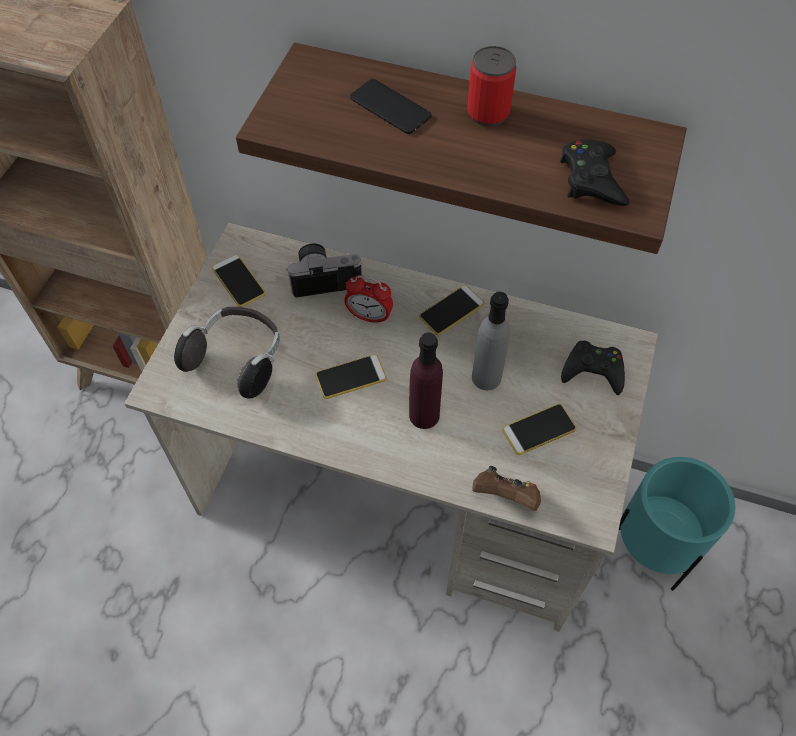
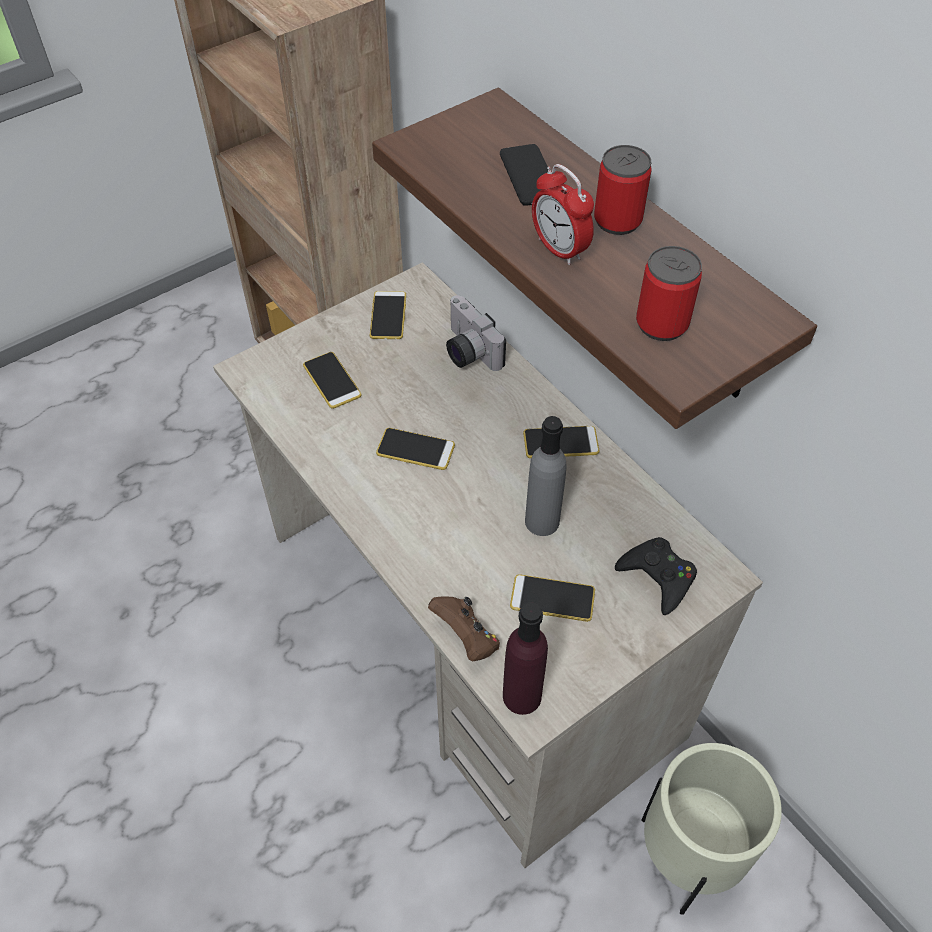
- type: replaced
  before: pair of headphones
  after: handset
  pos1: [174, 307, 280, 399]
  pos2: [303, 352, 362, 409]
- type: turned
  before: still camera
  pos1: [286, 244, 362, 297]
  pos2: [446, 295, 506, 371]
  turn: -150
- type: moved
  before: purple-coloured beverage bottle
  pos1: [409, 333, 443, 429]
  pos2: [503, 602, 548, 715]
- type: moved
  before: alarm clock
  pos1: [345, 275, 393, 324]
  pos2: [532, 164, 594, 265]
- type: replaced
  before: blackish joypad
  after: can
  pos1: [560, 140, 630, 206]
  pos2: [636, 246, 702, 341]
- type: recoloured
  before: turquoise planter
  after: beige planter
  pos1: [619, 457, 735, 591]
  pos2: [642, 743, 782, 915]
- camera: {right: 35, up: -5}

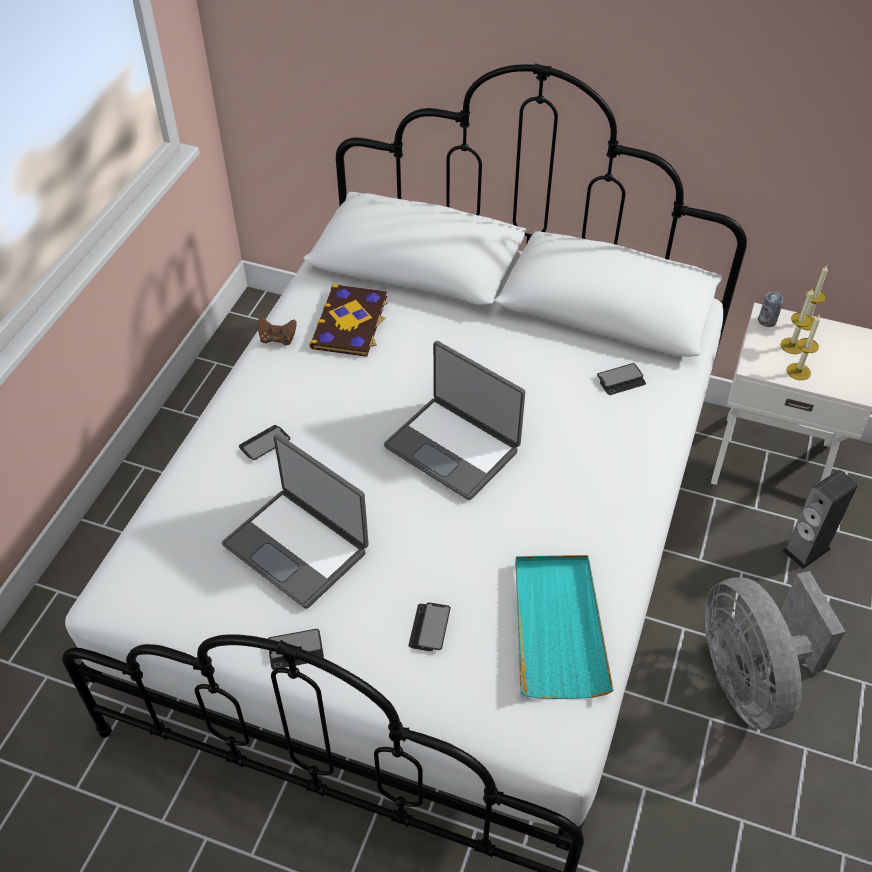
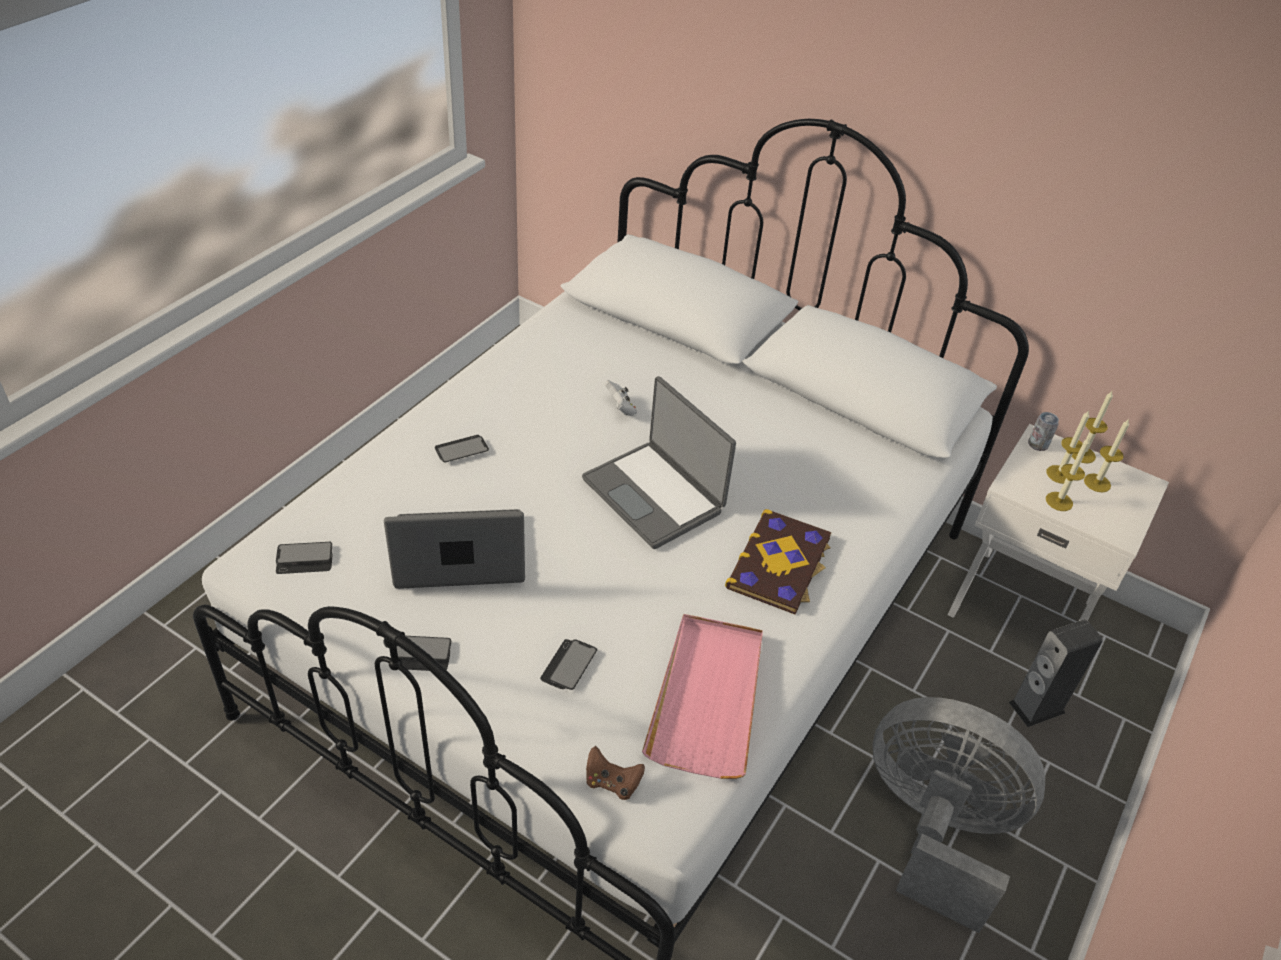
- type: moved
  before: handset
  pos1: [597, 363, 646, 395]
  pos2: [276, 542, 333, 574]
- type: turned
  before: notebook computer
  pos1: [222, 434, 369, 609]
  pos2: [384, 509, 525, 589]
  turn: 120
- type: moved
  before: brown joypad
  pos1: [258, 316, 296, 345]
  pos2: [586, 746, 645, 800]
- type: added
  after: white joypad
  pos2: [604, 380, 637, 416]
- type: recoloured
  before: turquoise tray
  after: pinkish tray
  pos1: [515, 555, 613, 699]
  pos2: [642, 614, 763, 779]
- type: moved
  before: bound book
  pos1: [309, 284, 388, 357]
  pos2: [725, 509, 831, 615]
- type: turned
  before: greyish electric fan
  pos1: [705, 571, 846, 730]
  pos2: [873, 697, 1045, 933]
  turn: 120
- type: added
  after: candle
  pos2: [1084, 419, 1129, 492]
- camera: {right: 10, up: -5}

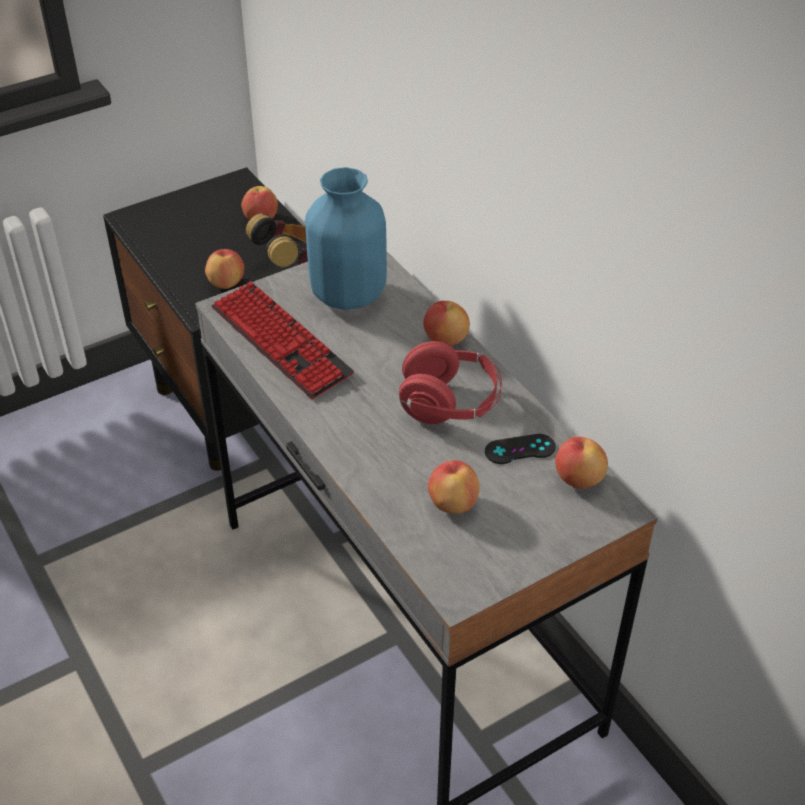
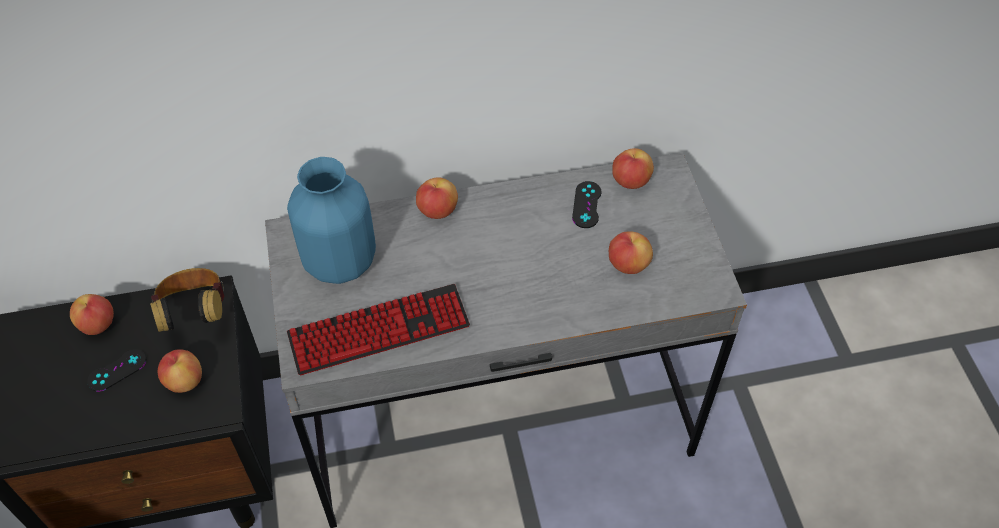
- type: added
  after: blackish joypad
  pos2: [87, 349, 146, 392]
- type: removed
  before: reddish pair of headphones
  pos1: [399, 341, 502, 424]
- camera: {right: -70, up: 10}

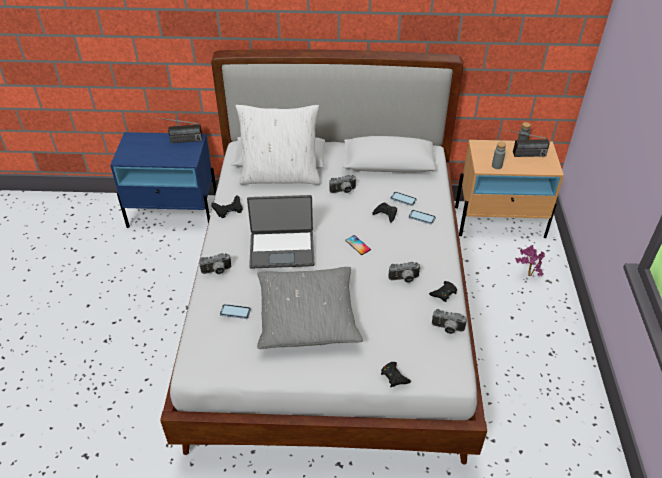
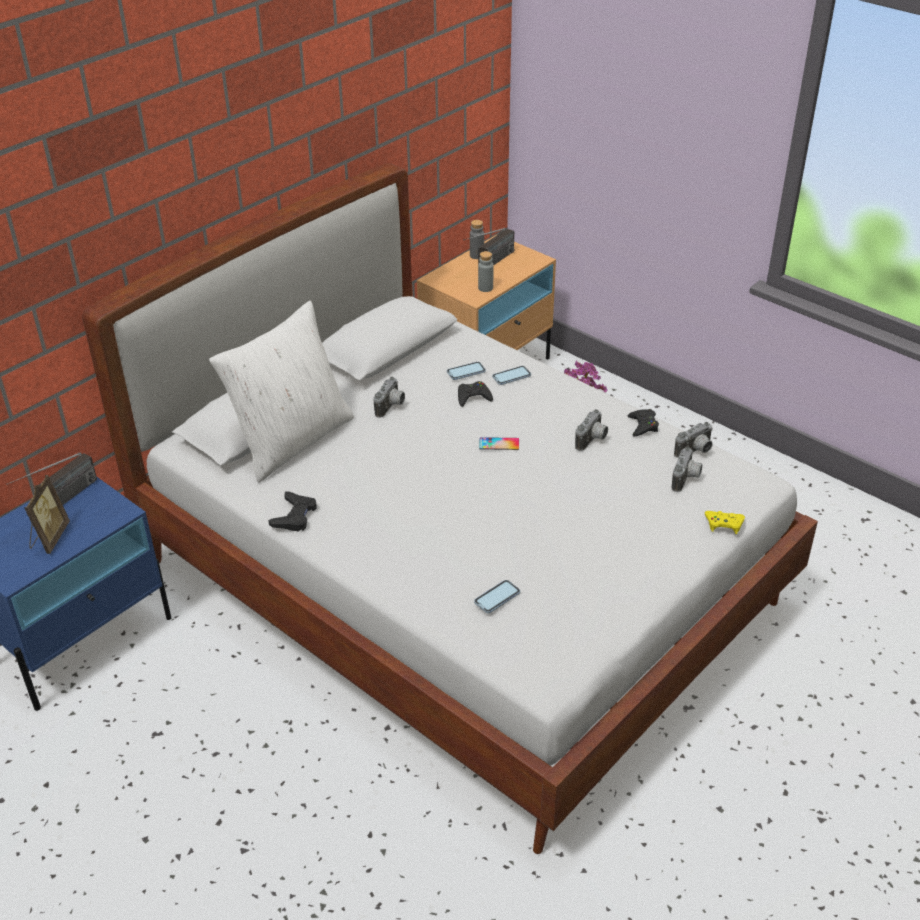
- type: added
  after: photo frame
  pos2: [24, 475, 70, 554]
- type: moved
  before: still camera
  pos1: [199, 253, 231, 274]
  pos2: [672, 447, 702, 492]
- type: recoloured
  before: blackish joypad
  after: yellow joypad
  pos1: [381, 362, 411, 387]
  pos2: [705, 511, 745, 534]
- type: removed
  before: notebook computer
  pos1: [247, 195, 314, 269]
- type: removed
  before: greyish cushion
  pos1: [257, 267, 363, 349]
- camera: {right: -50, up: -5}

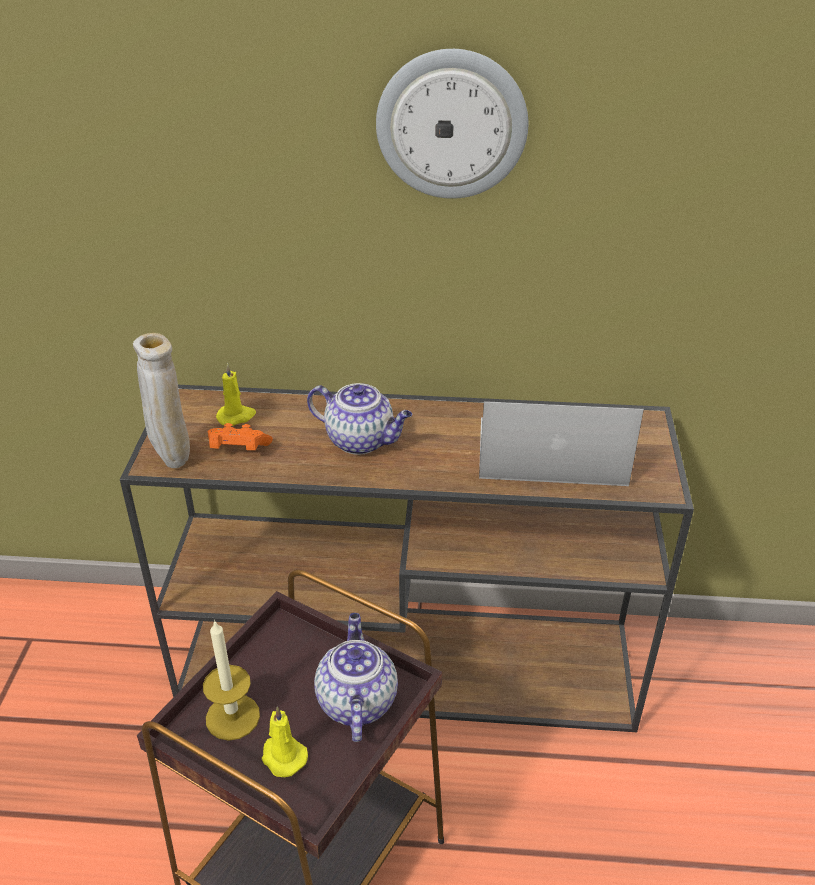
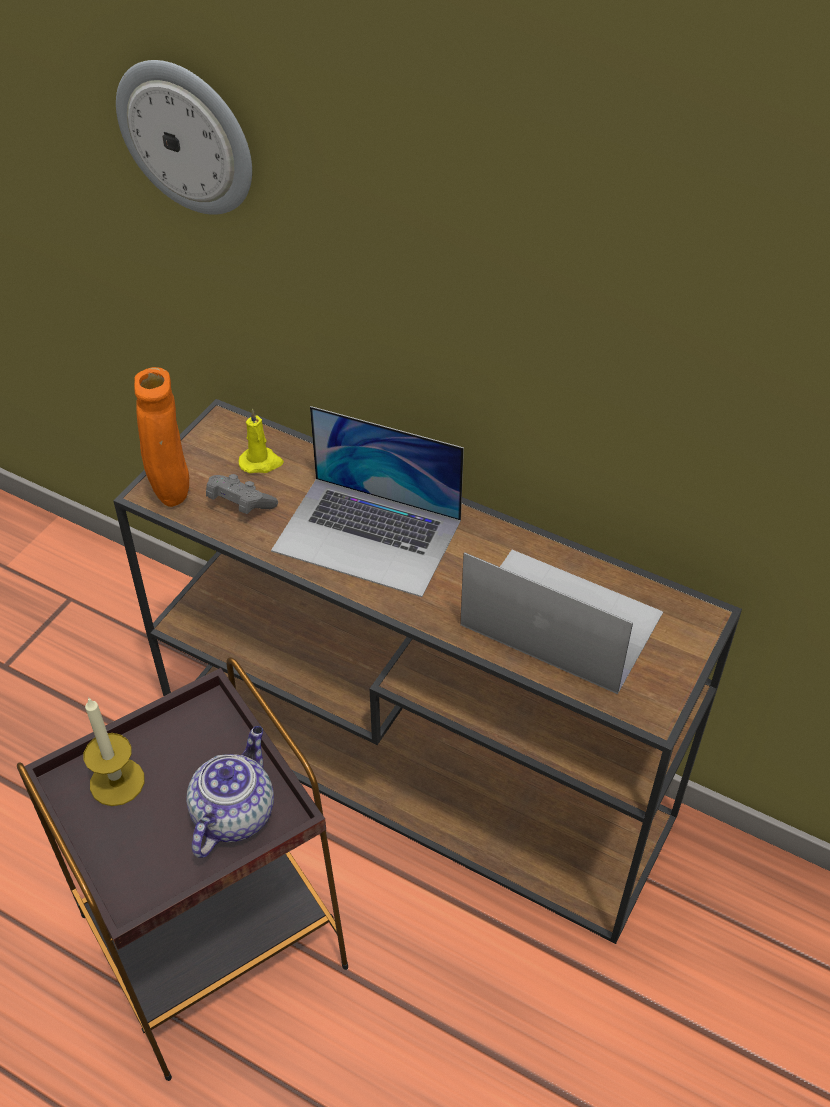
- type: moved
  before: clock on the wall
  pos1: [376, 49, 528, 199]
  pos2: [116, 60, 252, 215]
- type: recoloured
  before: beige flower vase
  after: orange flower vase
  pos1: [133, 333, 190, 468]
  pos2: [134, 367, 189, 507]
- type: recoloured
  before: orange joypad
  after: greyish joypad
  pos1: [207, 423, 273, 450]
  pos2: [206, 474, 278, 514]
- type: replaced
  before: teapot
  after: notebook computer
  pos1: [307, 383, 412, 455]
  pos2: [271, 406, 464, 597]
- type: removed
  before: yellow candle
  pos1: [262, 707, 308, 777]
- camera: {right: 25, up: 10}

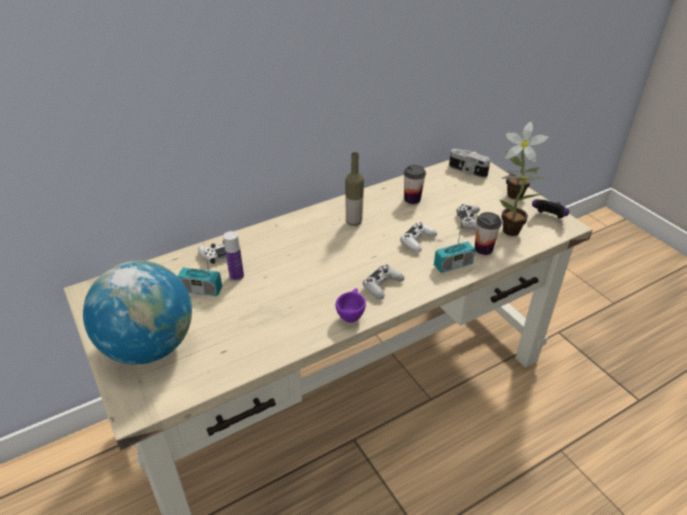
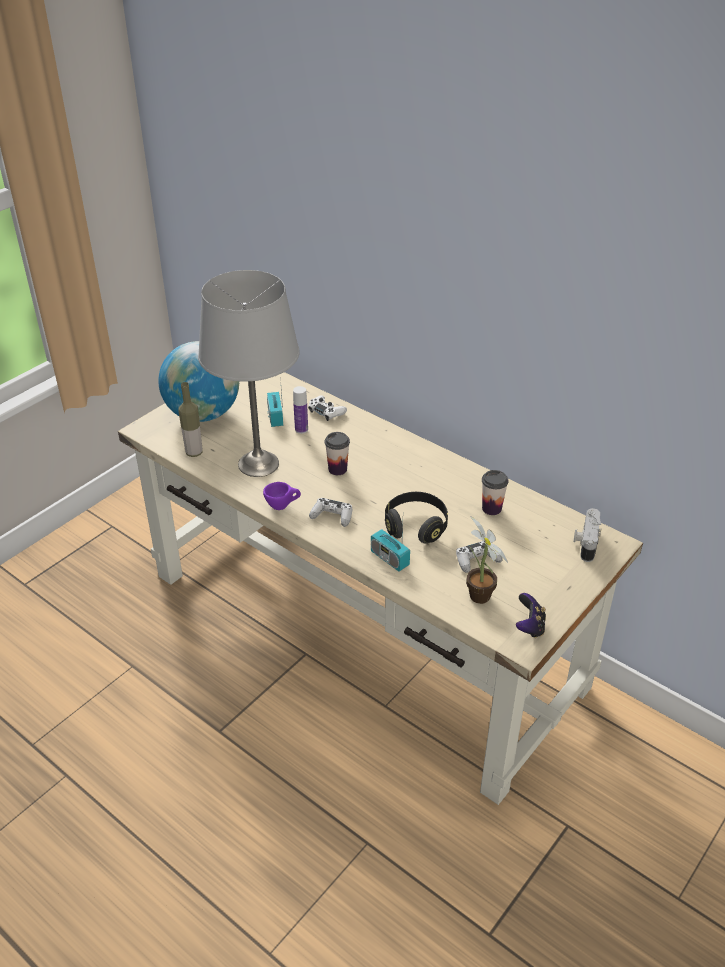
- type: moved
  before: beverage bottle
  pos1: [345, 152, 364, 226]
  pos2: [178, 382, 203, 457]
- type: added
  after: greyish table lamp
  pos2: [198, 270, 300, 477]
- type: moved
  before: drinking cup
  pos1: [475, 212, 502, 255]
  pos2: [325, 432, 350, 475]
- type: replaced
  before: white joypad
  after: blackish pair of headphones
  pos1: [400, 222, 437, 252]
  pos2: [385, 492, 448, 543]
- type: removed
  before: plant in a pot
  pos1: [505, 122, 549, 199]
- camera: {right: 70, up: 0}

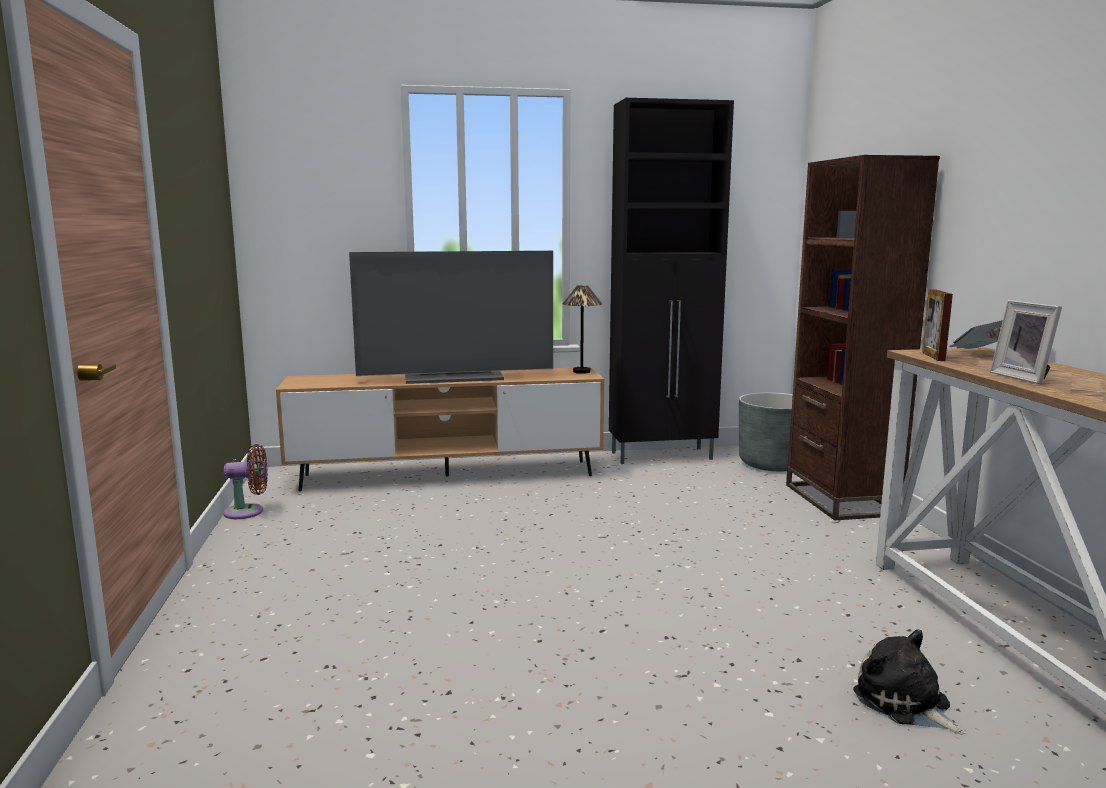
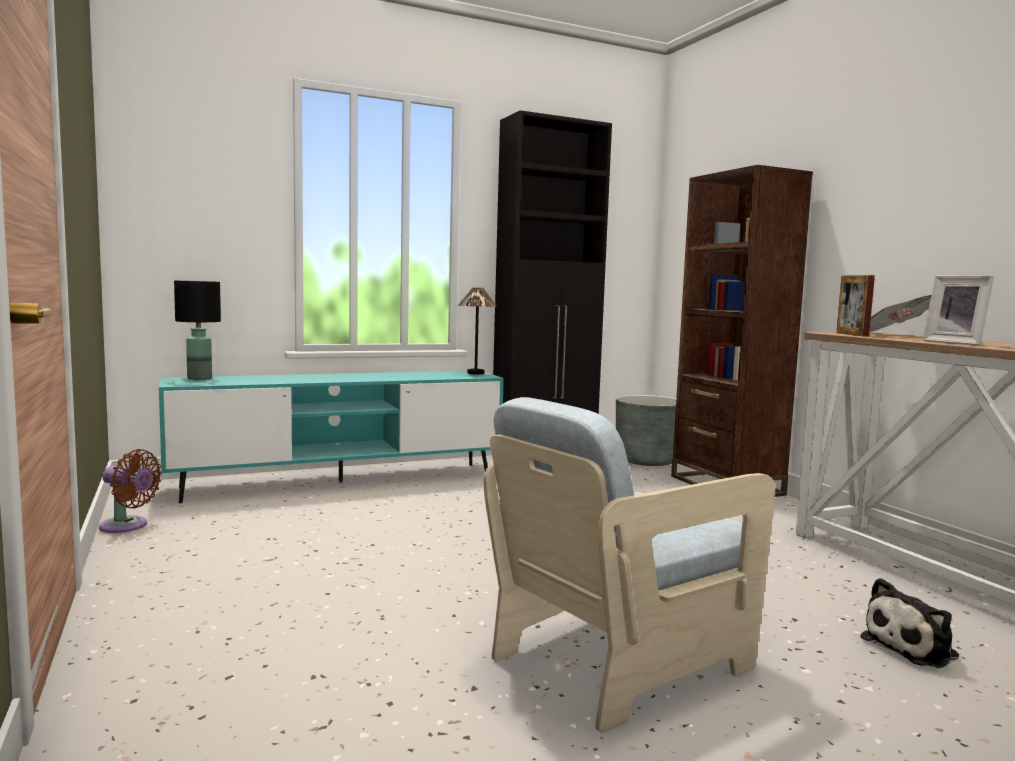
- type: turned
  before: brown electric fan
  pos1: [223, 444, 268, 519]
  pos2: [99, 449, 162, 533]
  turn: 45
- type: recoloured
  before: brown media console
  after: turquoise media console
  pos1: [276, 367, 604, 491]
  pos2: [159, 371, 504, 503]
- type: added
  after: blackish table lamp
  pos2: [174, 281, 221, 380]
- type: added
  after: beige lounge chair
  pos2: [483, 397, 775, 732]
- type: turned
  before: soft toy
  pos1: [853, 629, 966, 734]
  pos2: [861, 578, 959, 668]
  turn: -75
- type: removed
  before: TV
  pos1: [349, 251, 553, 384]
- camera: {right: -15, up: -5}

